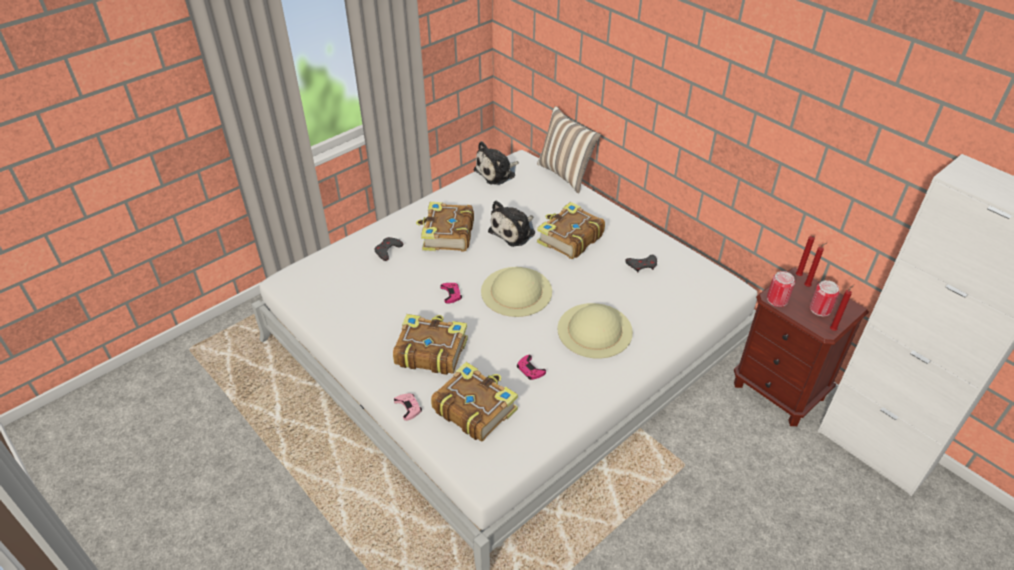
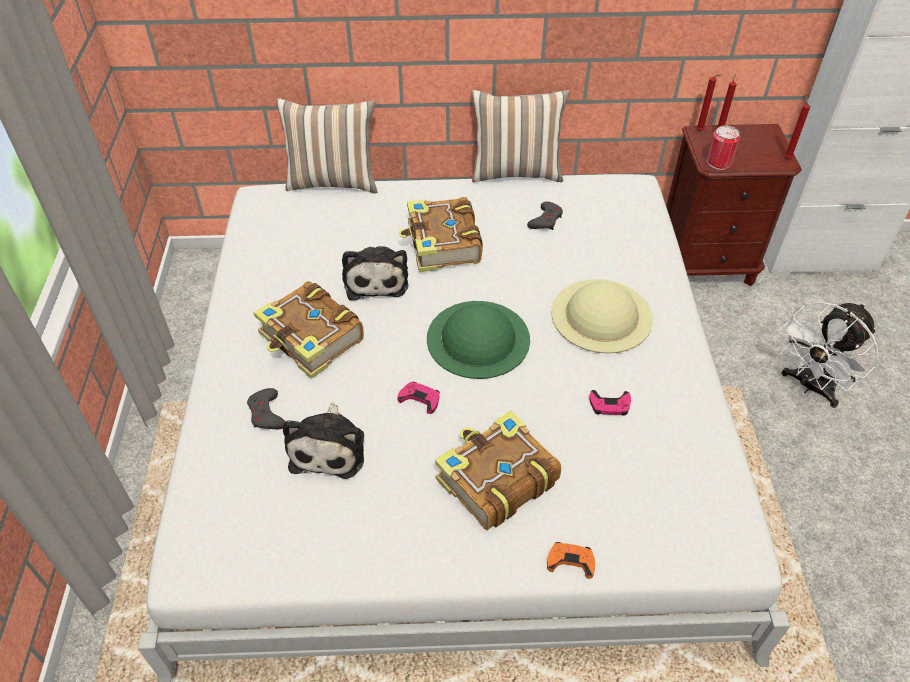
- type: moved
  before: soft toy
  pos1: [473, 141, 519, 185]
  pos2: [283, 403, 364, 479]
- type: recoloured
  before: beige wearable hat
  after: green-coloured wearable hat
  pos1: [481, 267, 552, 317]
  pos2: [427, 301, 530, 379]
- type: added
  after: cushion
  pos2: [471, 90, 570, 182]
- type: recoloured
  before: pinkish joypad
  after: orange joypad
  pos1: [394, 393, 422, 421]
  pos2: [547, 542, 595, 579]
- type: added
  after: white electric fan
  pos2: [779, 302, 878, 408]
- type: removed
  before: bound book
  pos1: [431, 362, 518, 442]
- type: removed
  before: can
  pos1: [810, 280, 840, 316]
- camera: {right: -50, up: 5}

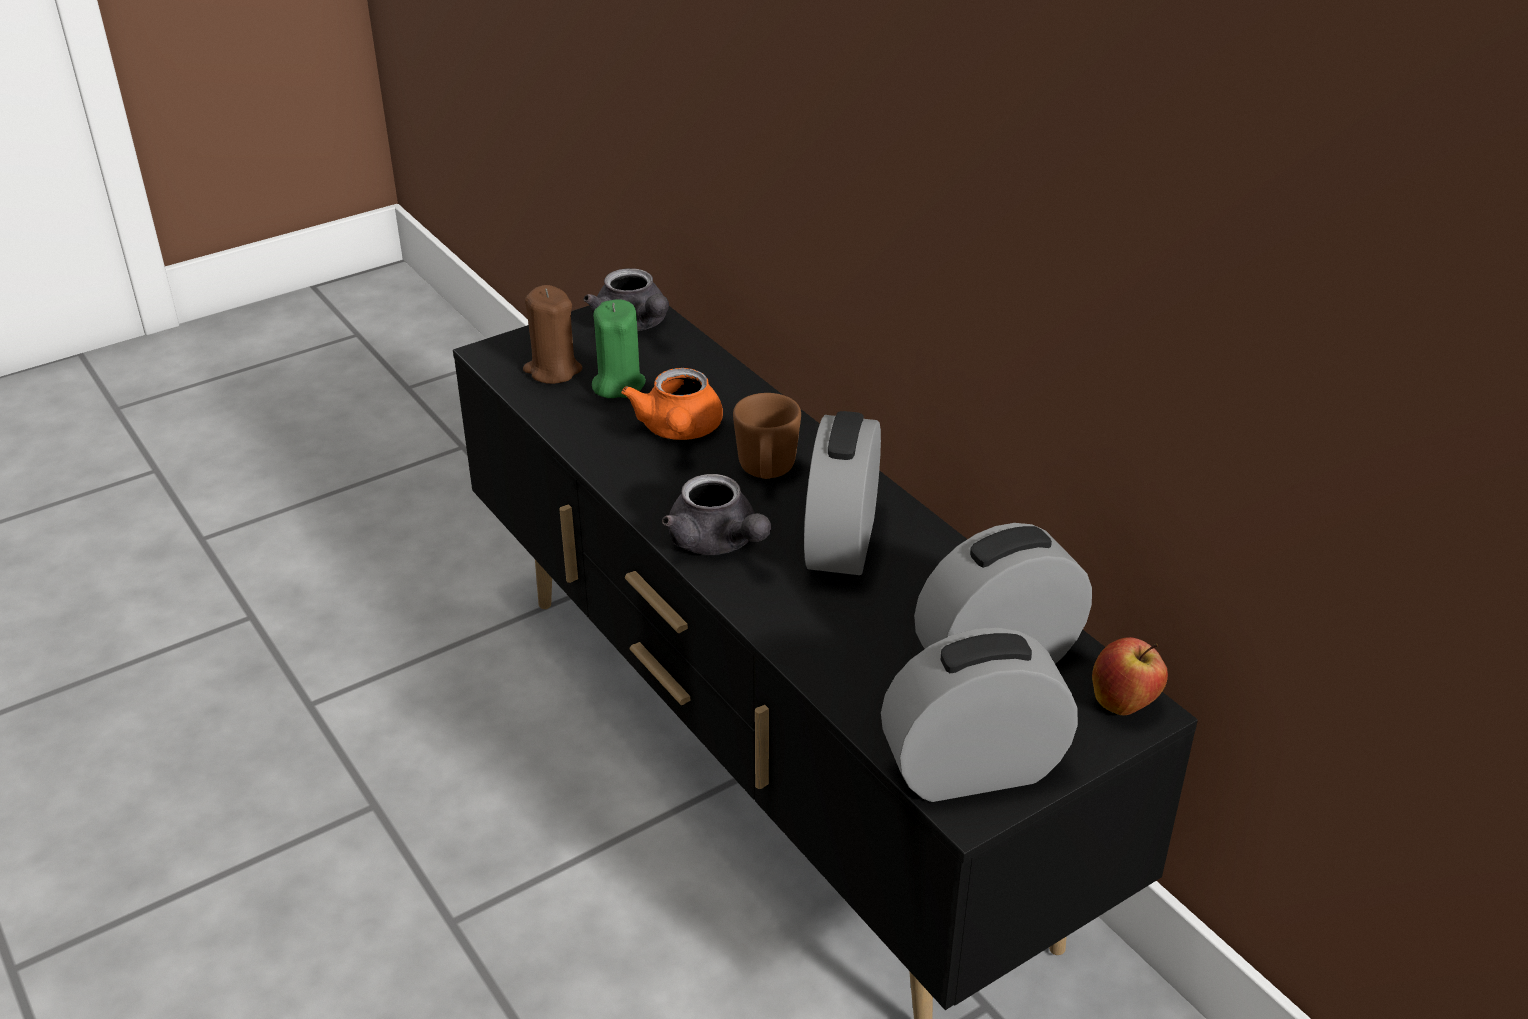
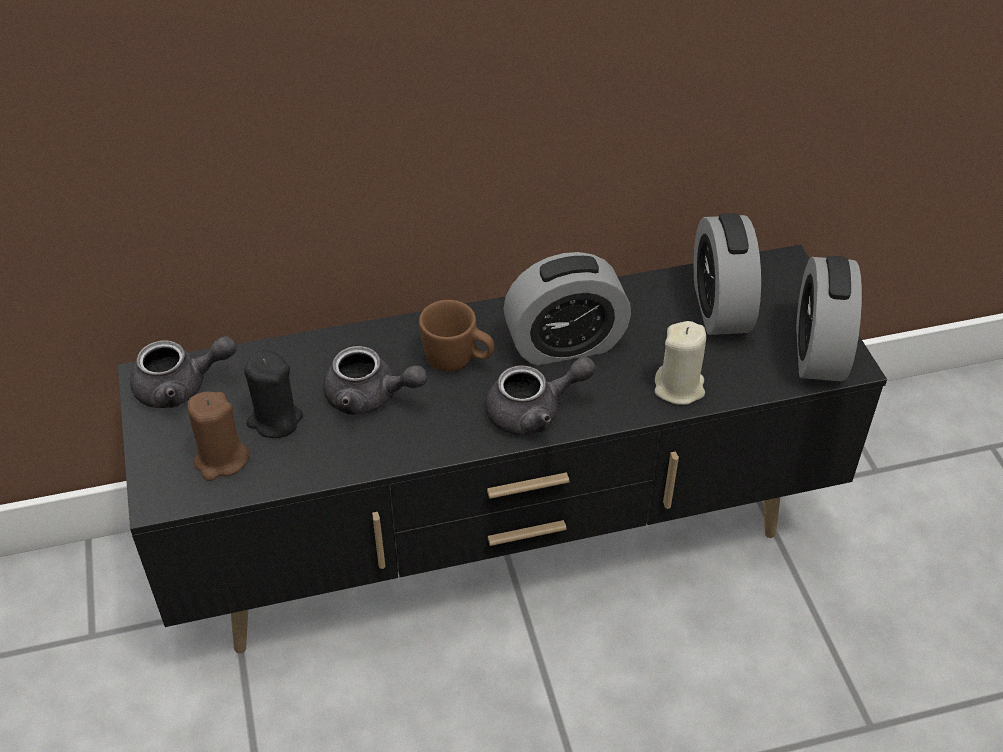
- type: recoloured
  before: green-coloured candle
  after: blackish candle
  pos1: [592, 299, 646, 398]
  pos2: [244, 350, 303, 438]
- type: recoloured
  before: orange teapot
  after: greyish teapot
  pos1: [621, 368, 723, 440]
  pos2: [323, 346, 427, 415]
- type: turned
  before: alarm clock
  pos1: [804, 411, 881, 575]
  pos2: [503, 252, 631, 366]
  turn: -45
- type: added
  after: beige candle
  pos2: [655, 321, 706, 405]
- type: removed
  before: apple
  pos1: [1092, 637, 1168, 716]
- camera: {right: -70, up: 10}

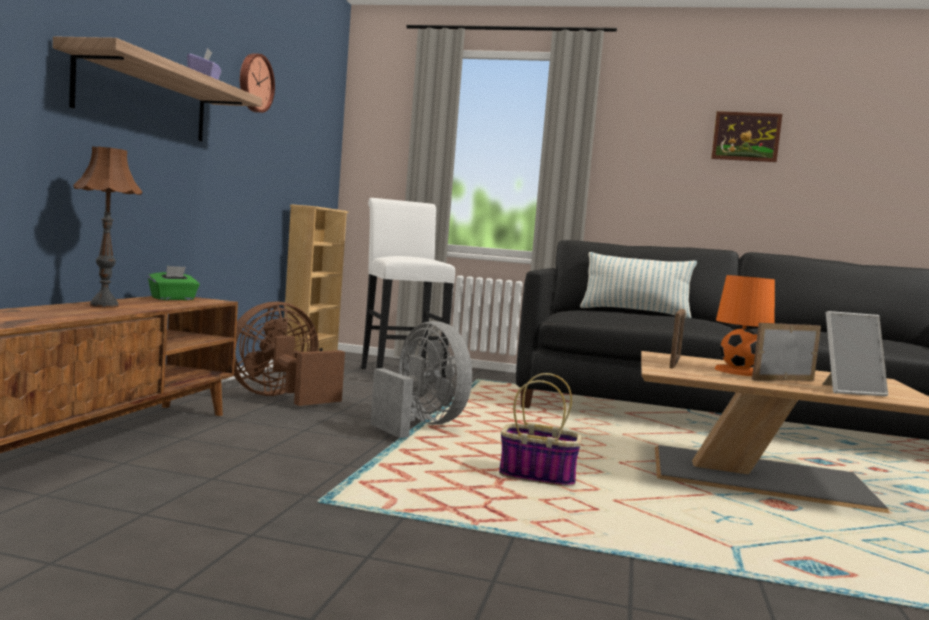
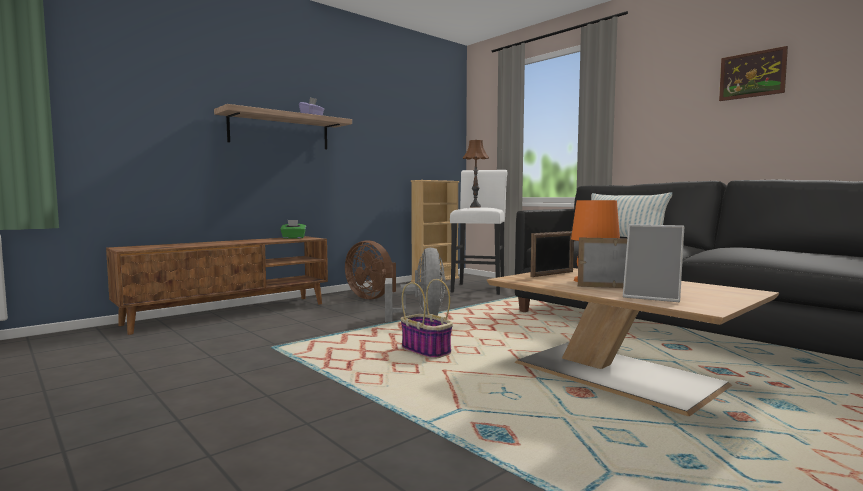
- type: turned
  before: brown electric fan
  pos1: [234, 302, 345, 406]
  pos2: [345, 240, 396, 299]
  turn: -135
- type: moved
  before: brown table lamp
  pos1: [73, 147, 143, 307]
  pos2: [463, 140, 489, 207]
- type: removed
  before: clock on the wall
  pos1: [240, 54, 275, 113]
- camera: {right: 35, up: 0}

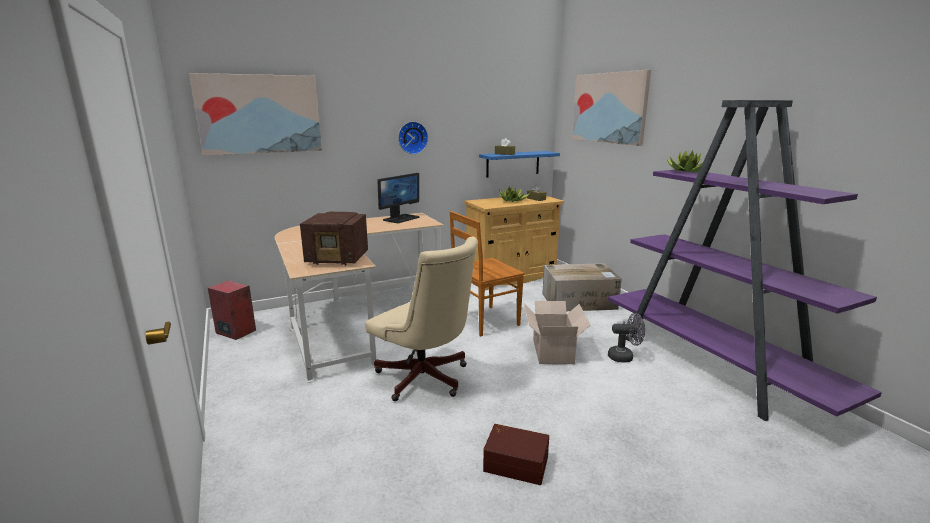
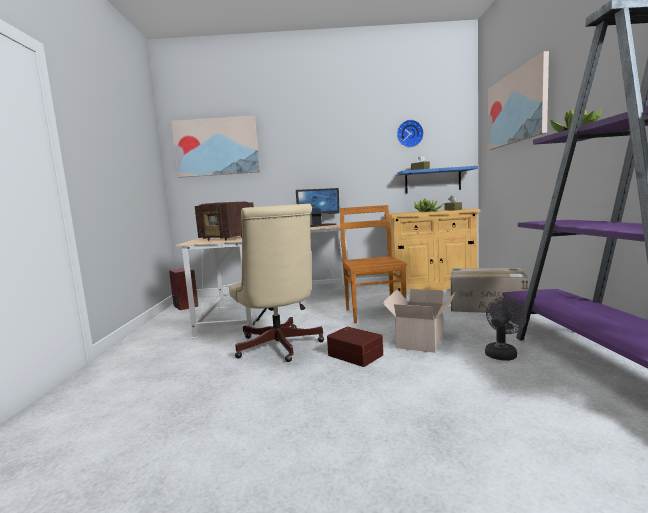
- type: moved
  before: brown storage box
  pos1: [483, 424, 549, 485]
  pos2: [327, 326, 383, 367]
- type: turned
  before: brown upright chair
  pos1: [450, 211, 524, 336]
  pos2: [340, 205, 407, 323]
  turn: 90
- type: moved
  before: clock on the wall
  pos1: [398, 121, 428, 154]
  pos2: [397, 120, 424, 147]
- type: turned
  before: greyish electric fan
  pos1: [608, 313, 645, 363]
  pos2: [485, 297, 527, 361]
  turn: -75
- camera: {right: 25, up: -10}

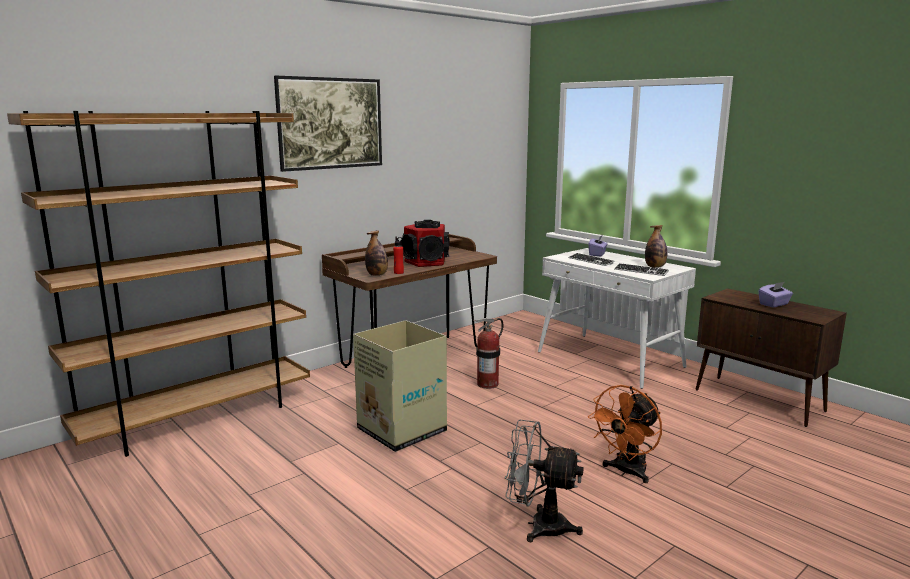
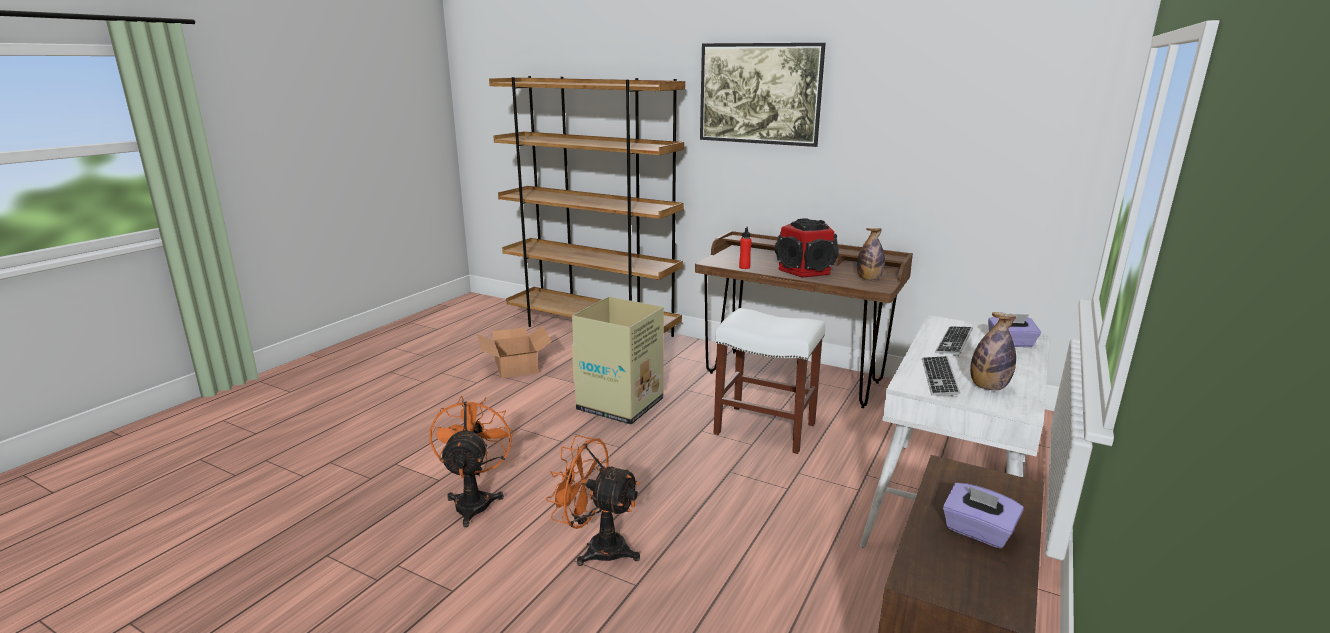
- type: recoloured
  before: greyish electric fan
  after: orange electric fan
  pos1: [505, 420, 584, 542]
  pos2: [430, 396, 514, 527]
- type: added
  after: packing box
  pos2: [477, 326, 552, 378]
- type: replaced
  before: fire extinguisher
  after: white sitting stool
  pos1: [473, 318, 503, 389]
  pos2: [713, 308, 826, 454]
- type: moved
  before: beverage bottle
  pos1: [365, 230, 388, 276]
  pos2: [857, 228, 885, 280]
- camera: {right: 70, up: 5}

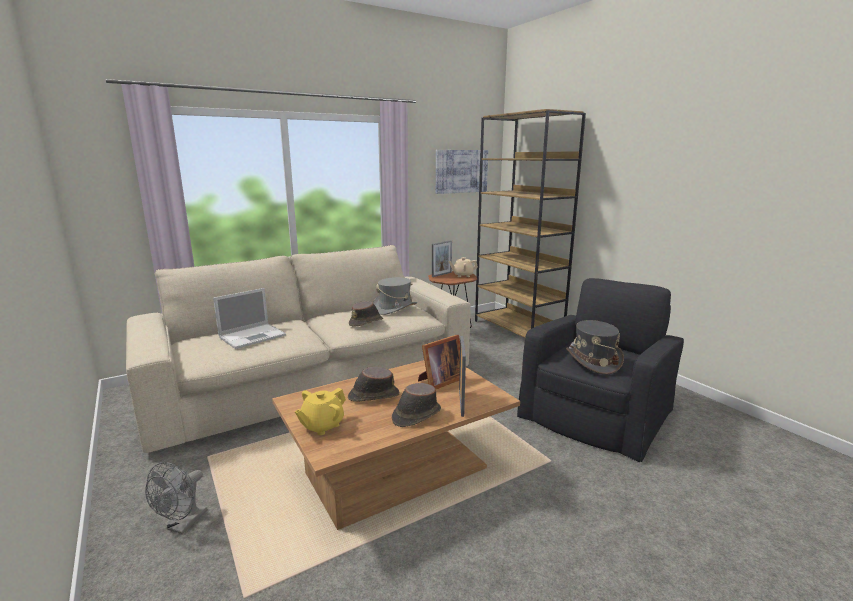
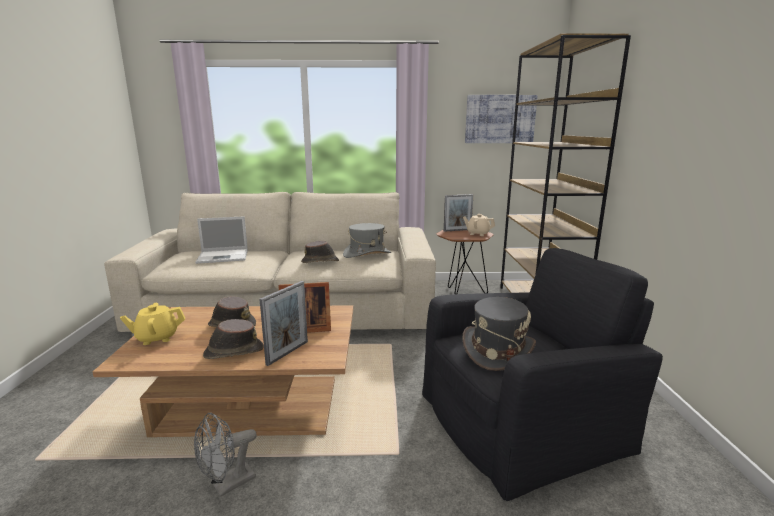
- type: moved
  before: greyish electric fan
  pos1: [145, 462, 207, 534]
  pos2: [194, 413, 257, 497]
- camera: {right: 30, up: 0}

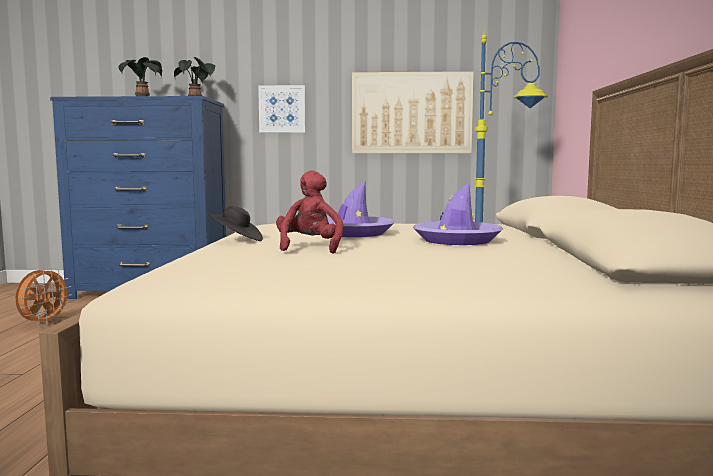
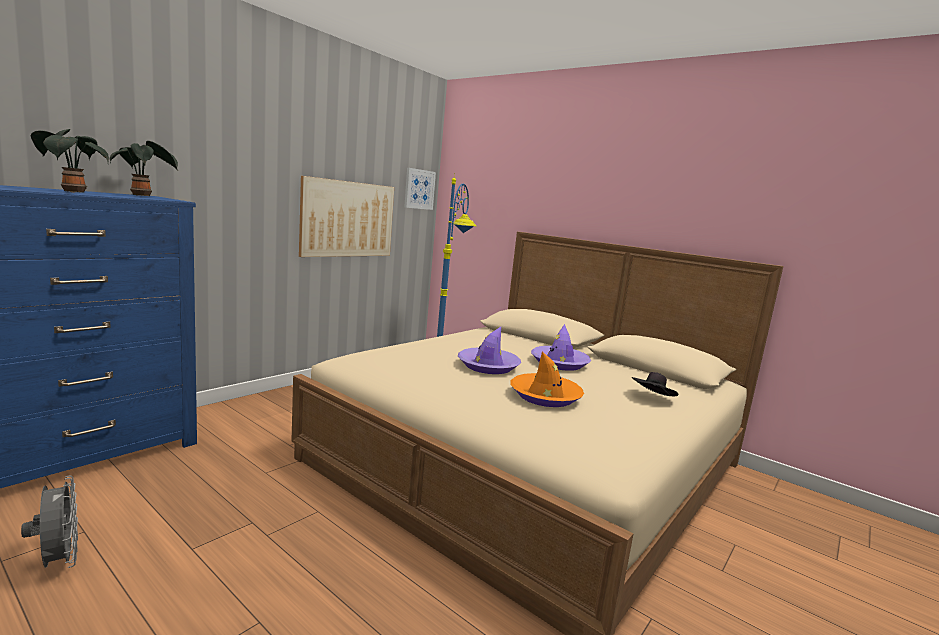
- type: recoloured
  before: orange electric fan
  after: greyish electric fan
  pos1: [15, 267, 72, 326]
  pos2: [21, 476, 78, 568]
- type: moved
  before: picture
  pos1: [258, 85, 305, 133]
  pos2: [404, 168, 436, 210]
- type: replaced
  before: reddish soft toy
  after: orange wearable hat
  pos1: [276, 170, 343, 254]
  pos2: [510, 352, 584, 407]
- type: moved
  before: blackish wearable hat
  pos1: [208, 206, 263, 241]
  pos2: [632, 372, 678, 396]
- camera: {right: -55, up: 5}

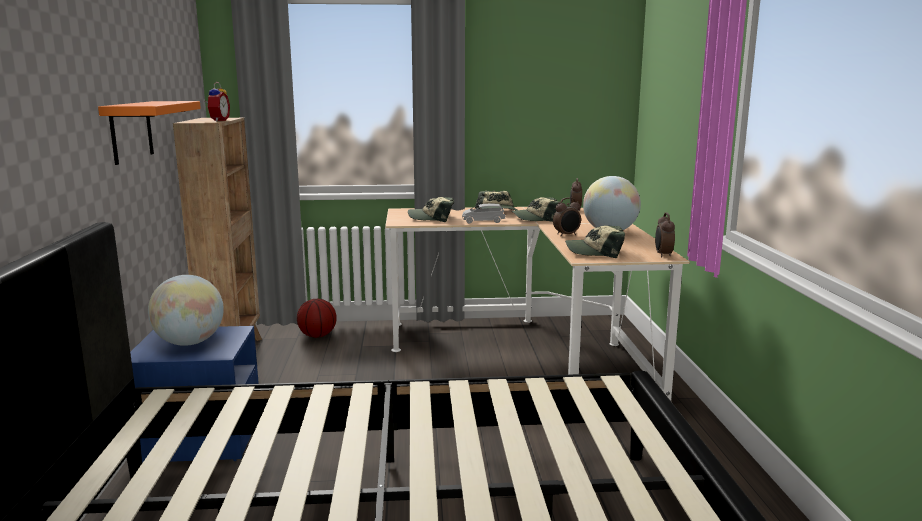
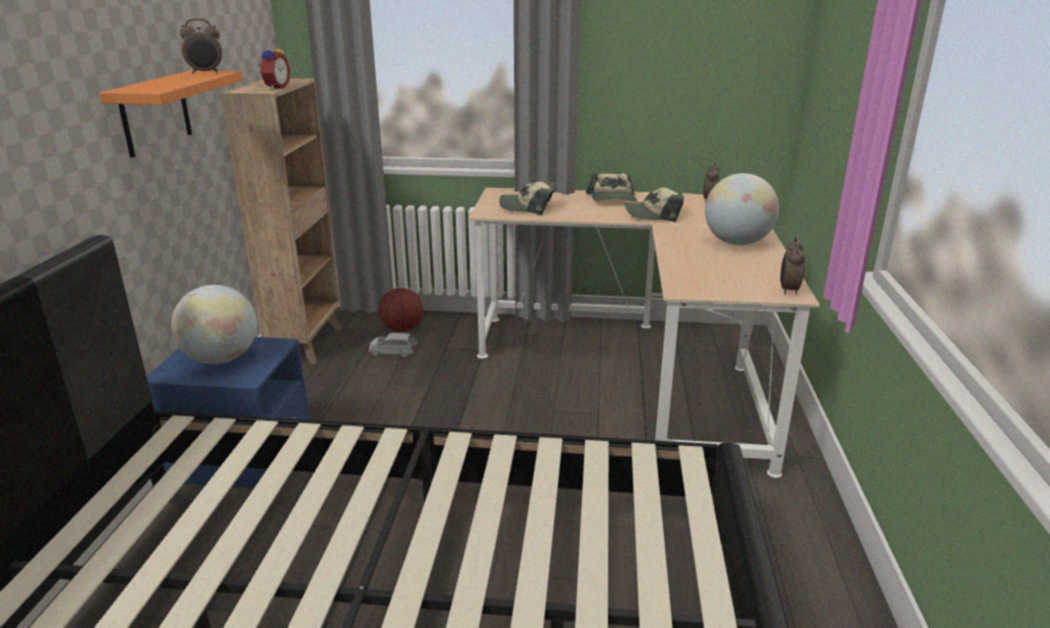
- type: moved
  before: alarm clock
  pos1: [553, 197, 581, 236]
  pos2: [180, 19, 222, 74]
- type: moved
  before: greyish toy car
  pos1: [462, 204, 505, 224]
  pos2: [369, 333, 417, 357]
- type: removed
  before: peaked cap
  pos1: [565, 225, 625, 258]
- camera: {right: 10, up: 10}

